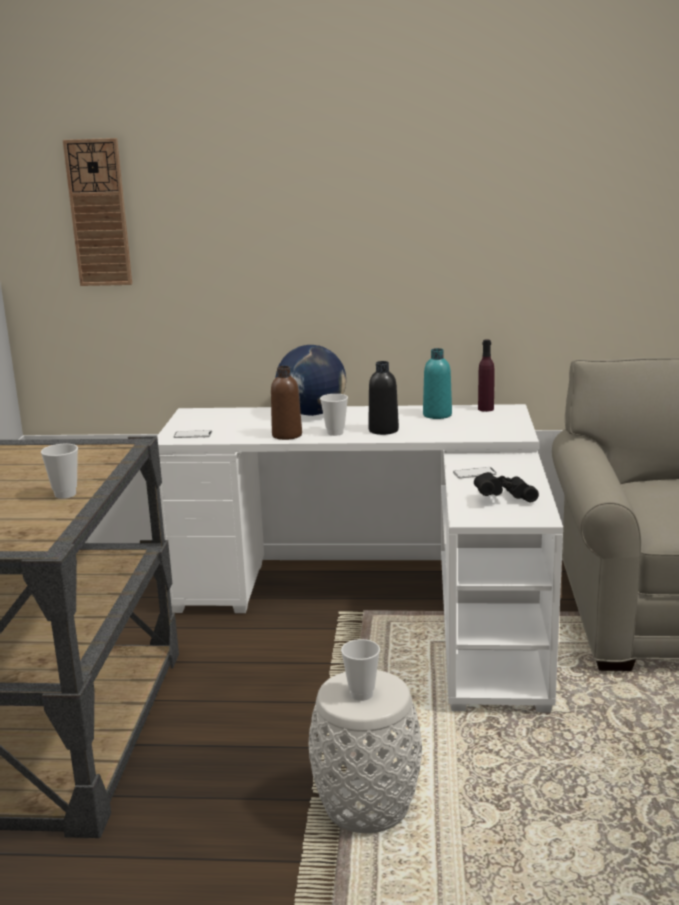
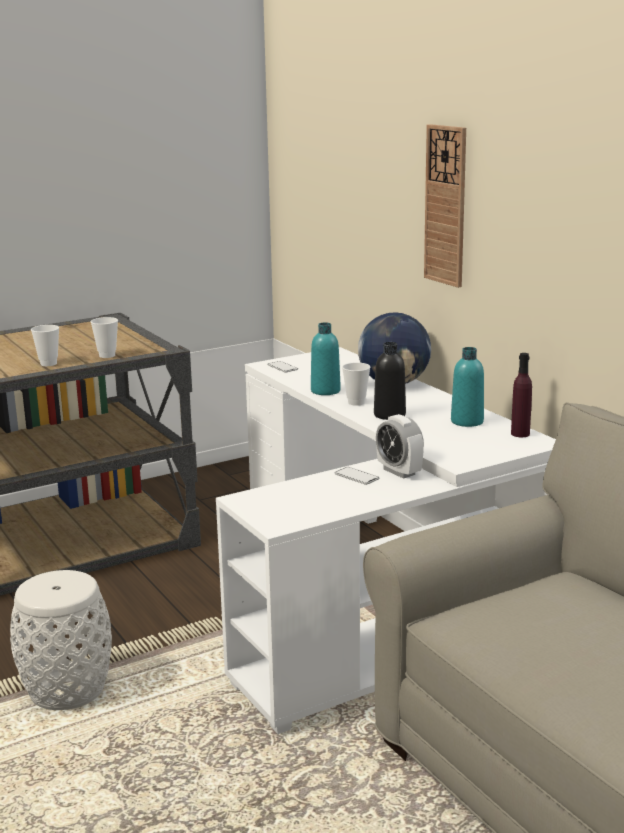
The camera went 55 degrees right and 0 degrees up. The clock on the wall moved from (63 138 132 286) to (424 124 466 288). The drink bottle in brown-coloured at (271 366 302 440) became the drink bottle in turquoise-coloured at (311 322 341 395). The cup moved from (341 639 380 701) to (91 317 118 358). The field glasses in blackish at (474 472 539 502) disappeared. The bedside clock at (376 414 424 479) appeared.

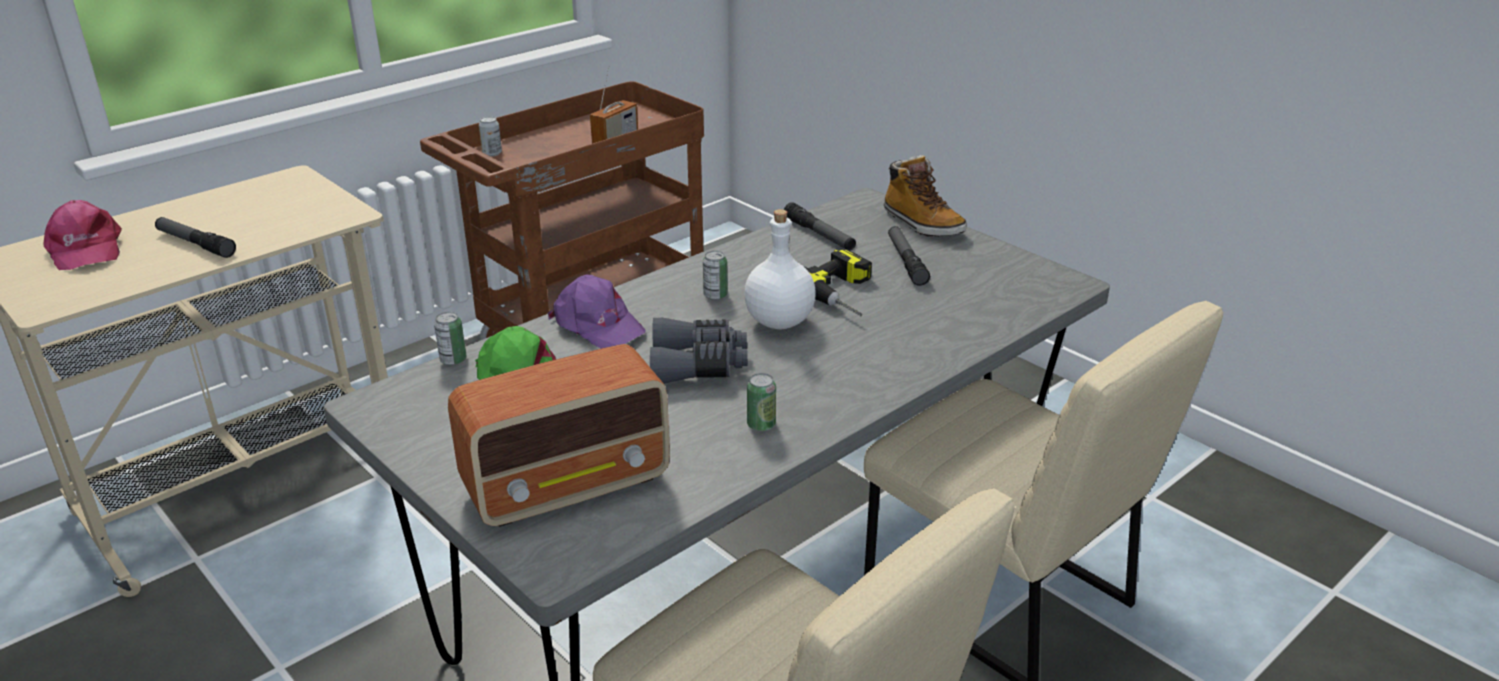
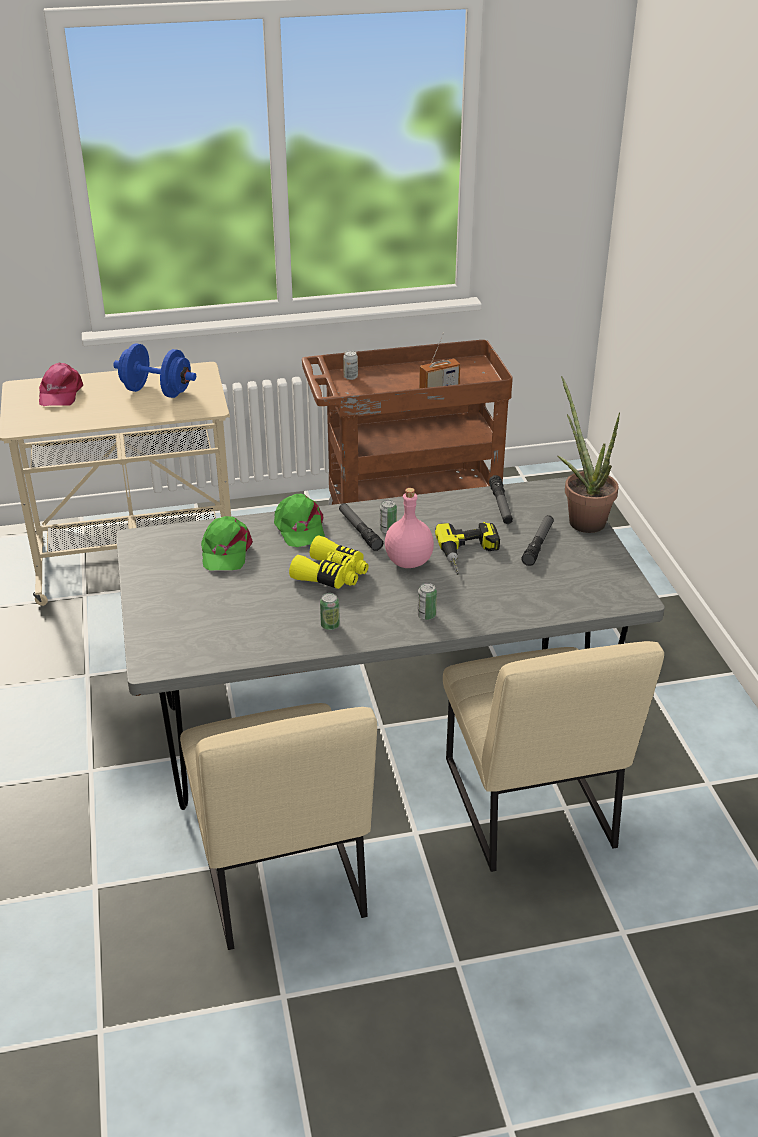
The camera went 30 degrees right and 5 degrees up. The flashlight moved from (155 217 236 258) to (339 503 383 551). The metal can moved from (434 312 467 366) to (417 583 437 620). The radio at (448 344 670 527) disappeared. The baseball cap in purple-coloured at (548 274 646 349) became the baseball cap in green at (274 494 325 547). The field glasses in greyish at (650 318 748 384) became the field glasses in yellow-coloured at (289 535 369 589). The drink bottle in whitish at (744 209 816 330) became the drink bottle in pink at (385 488 434 568). The boot at (884 155 967 237) was replaced by the houseplant at (558 376 620 533). The hand weight in blue-coloured at (113 343 196 398) appeared.

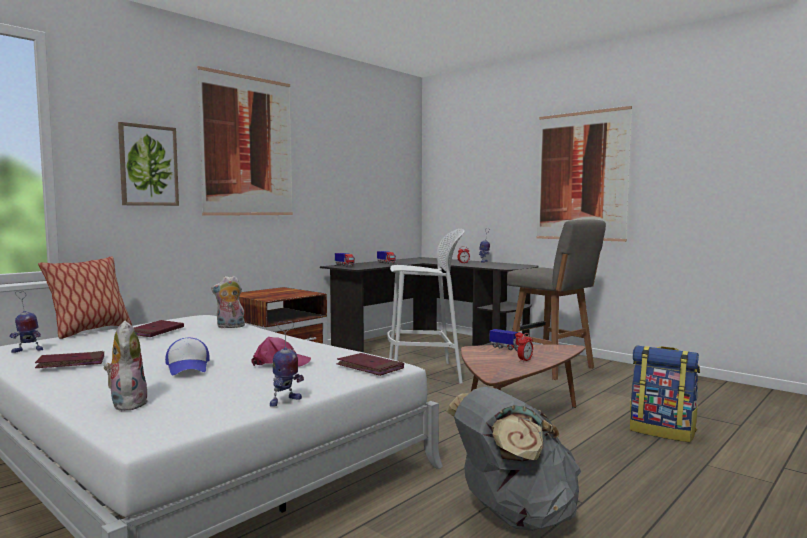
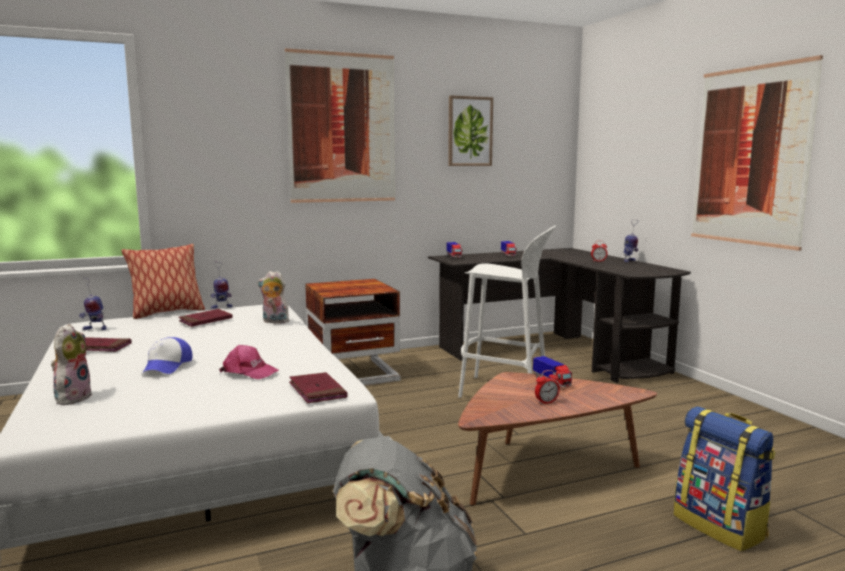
The camera went 25 degrees right and 5 degrees up. The picture moved from (118 122 179 206) to (448 95 493 166). The toy robot moved from (270 321 304 407) to (211 262 233 309). The sitting stool in greyish at (507 219 606 380) disappeared.

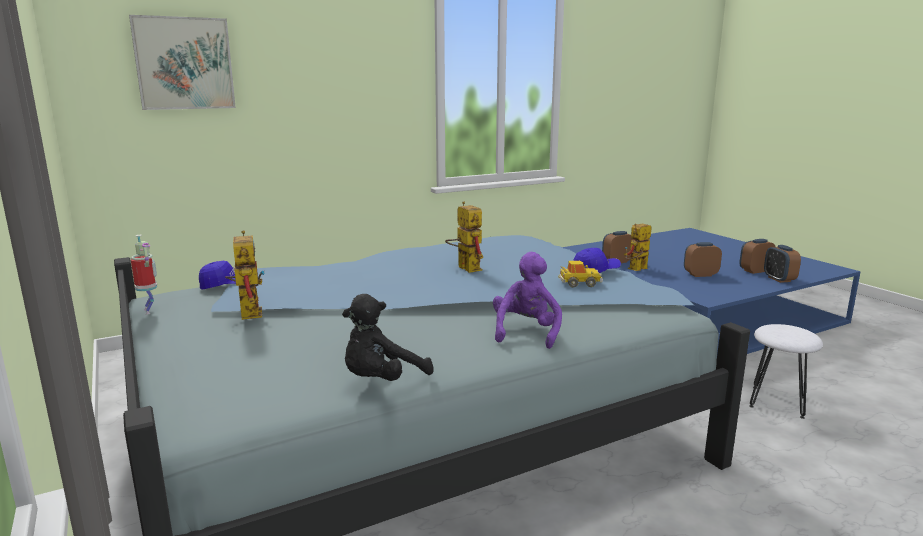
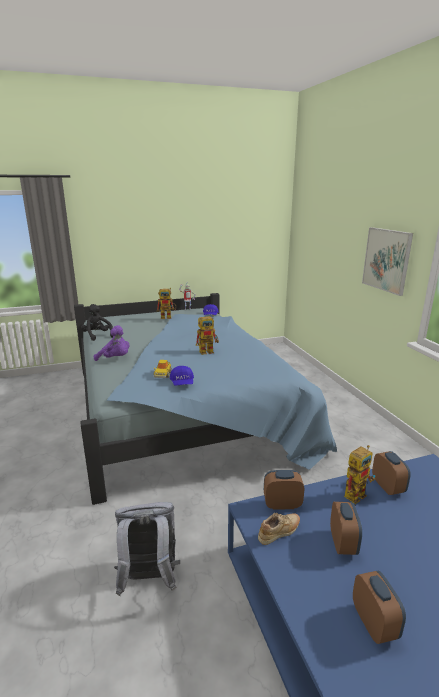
The camera went 100 degrees right and 5 degrees up. The picture moved from (129 15 236 110) to (362 227 413 296). The toy robot at (624 223 652 271) turned 75 degrees clockwise. The sitting stool in whitish at (749 324 823 419) was replaced by the rucksack in greyish at (114 502 180 596). The bedside clock moved from (764 245 801 283) to (264 470 304 510). The low shoe in beige at (258 513 300 545) appeared.

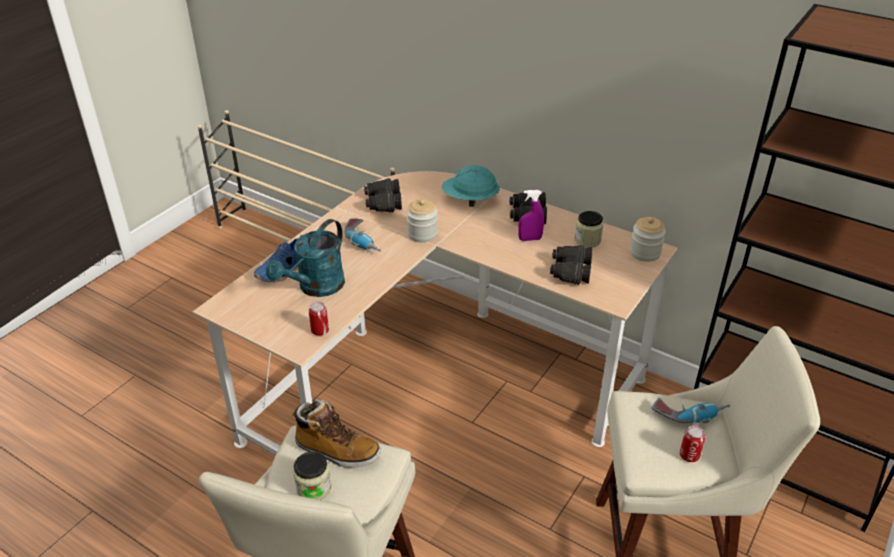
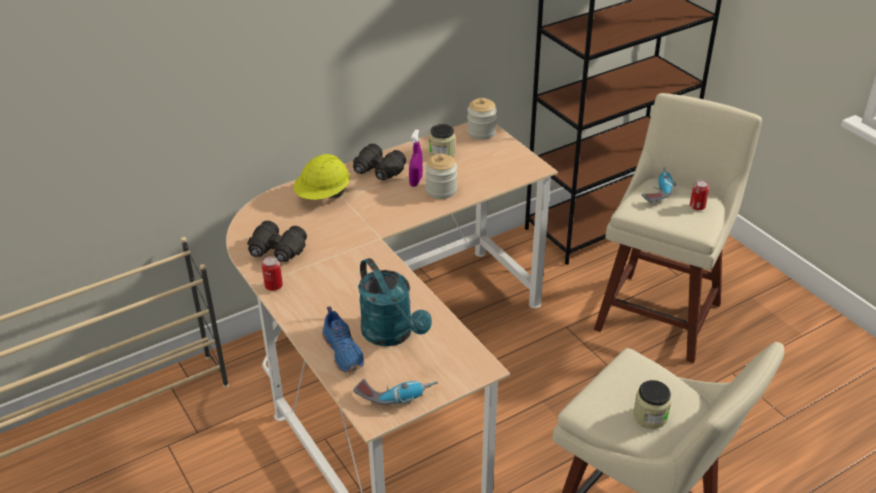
The camera went 65 degrees left and 0 degrees up. The boot at (292 399 381 468) disappeared. The metal can moved from (309 302 329 336) to (262 256 283 291). The power drill moved from (344 219 381 252) to (353 379 438 405). The storage jar moved from (407 199 438 243) to (425 154 457 199). The work helmet in turquoise-coloured at (442 165 500 207) became the work helmet in yellow-coloured at (294 154 350 200). The field glasses in blackish at (550 245 592 285) disappeared.

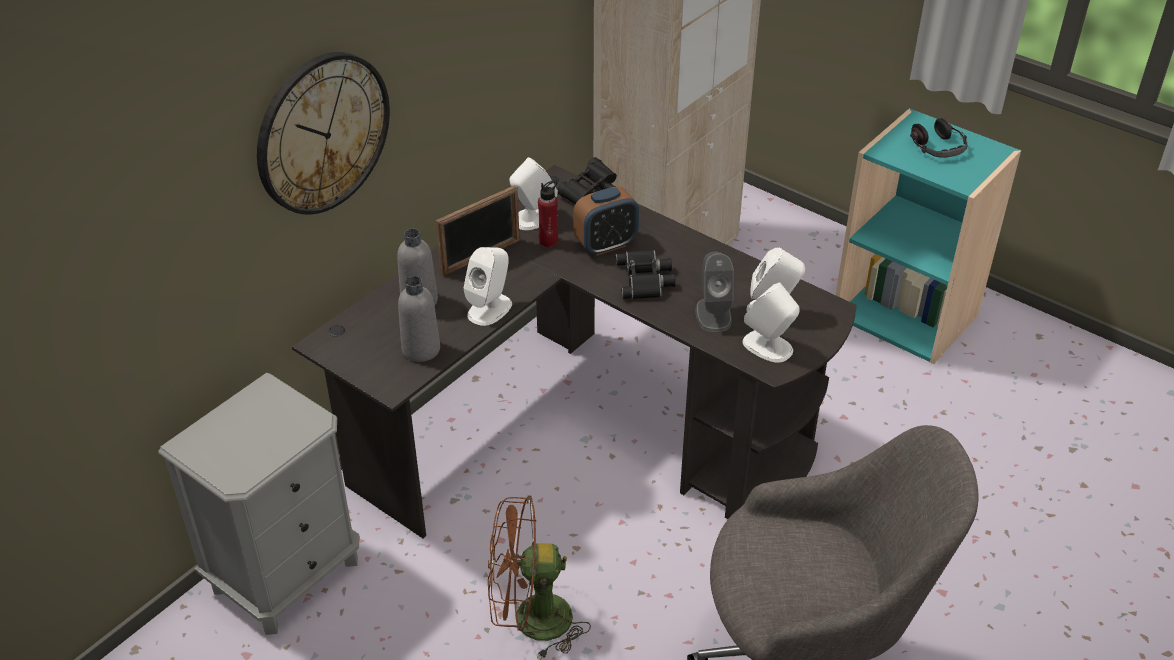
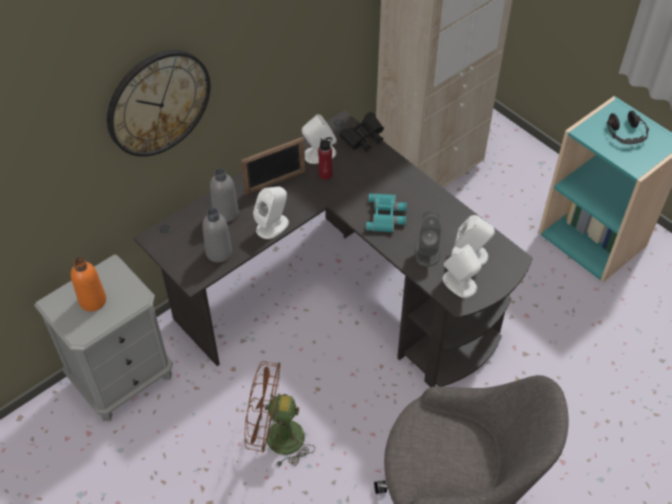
The camera went 10 degrees right and 10 degrees up. The bedside clock at (573 186 639 256) disappeared. The field glasses in blackish at (616 250 676 299) became the field glasses in turquoise-coloured at (366 193 407 233). The drink bottle in orange-coloured at (71 257 106 311) appeared.

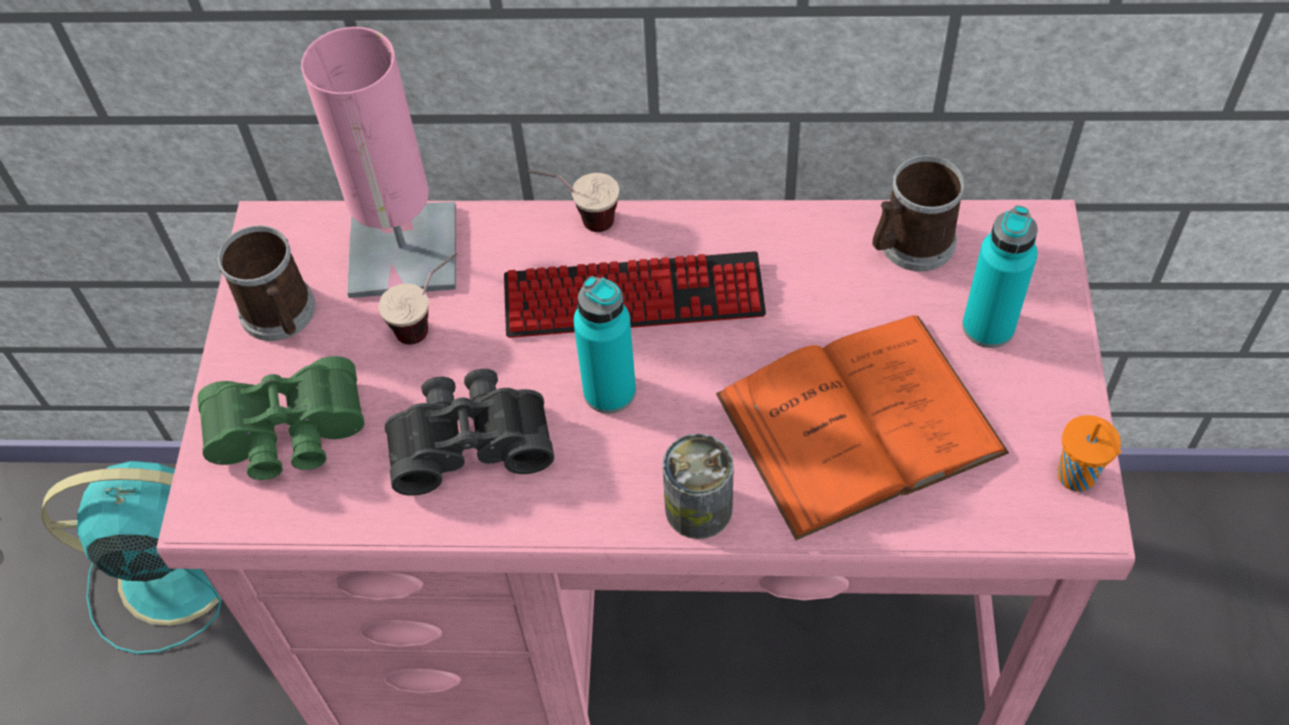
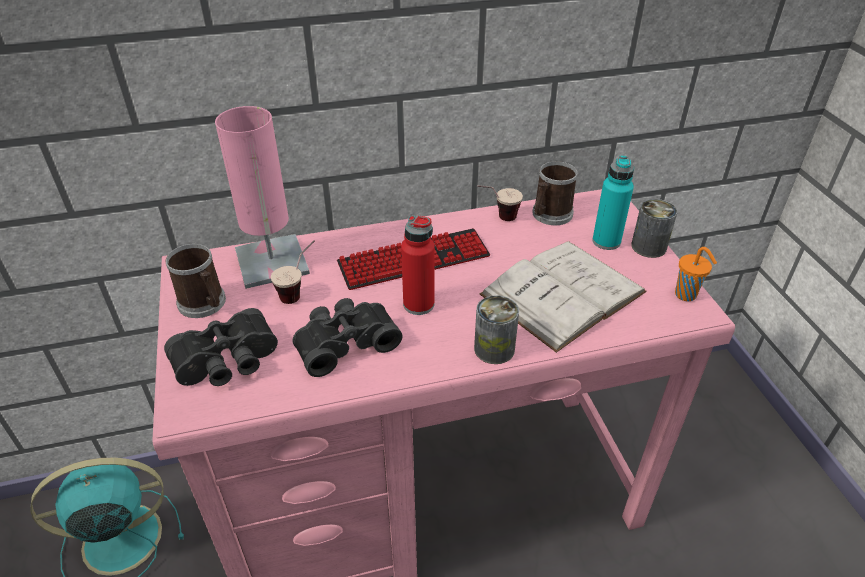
The camera went 20 degrees left and 15 degrees down. The field glasses in green at (198 356 365 480) became the field glasses in blackish at (164 308 278 386). The cup moved from (529 170 619 232) to (477 185 523 221). The drink bottle in turquoise-coloured at (573 276 636 414) became the drink bottle in red at (401 215 435 315). The volume in orange-coloured at (716 315 1009 540) became the volume in whitish at (480 241 647 353). The metal can at (631 199 677 258) appeared.

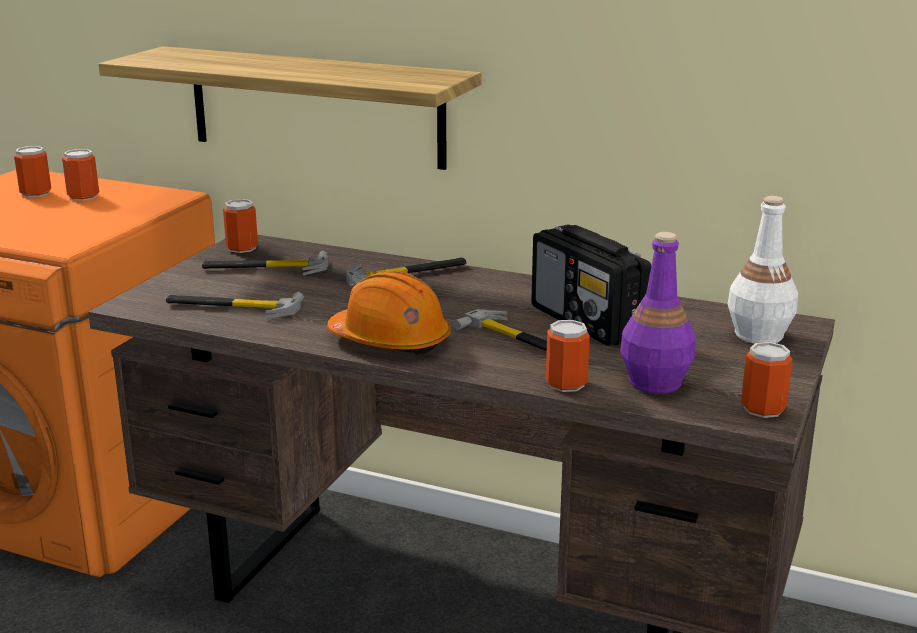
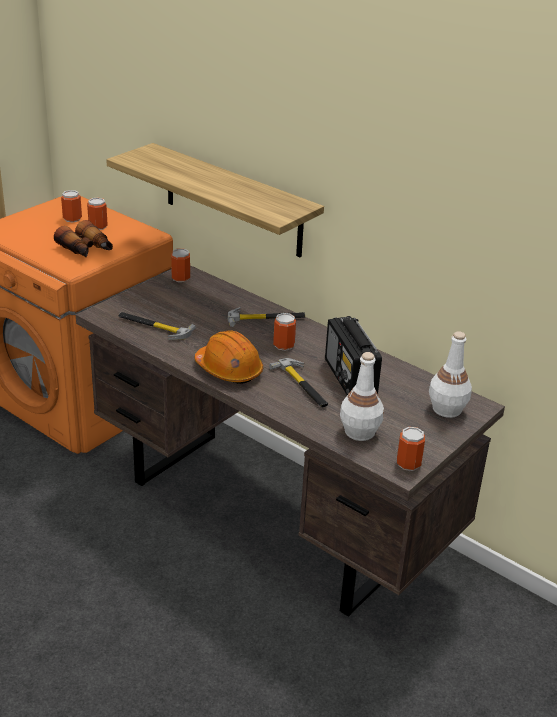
The camera went 15 degrees right and 10 degrees up. The hammer at (202 251 328 275) disappeared. The metal can moved from (546 320 590 392) to (273 313 296 351). The drink bottle in purple-coloured at (620 232 696 394) became the drink bottle in whitish at (340 352 384 441). The field glasses at (54 220 113 257) appeared.

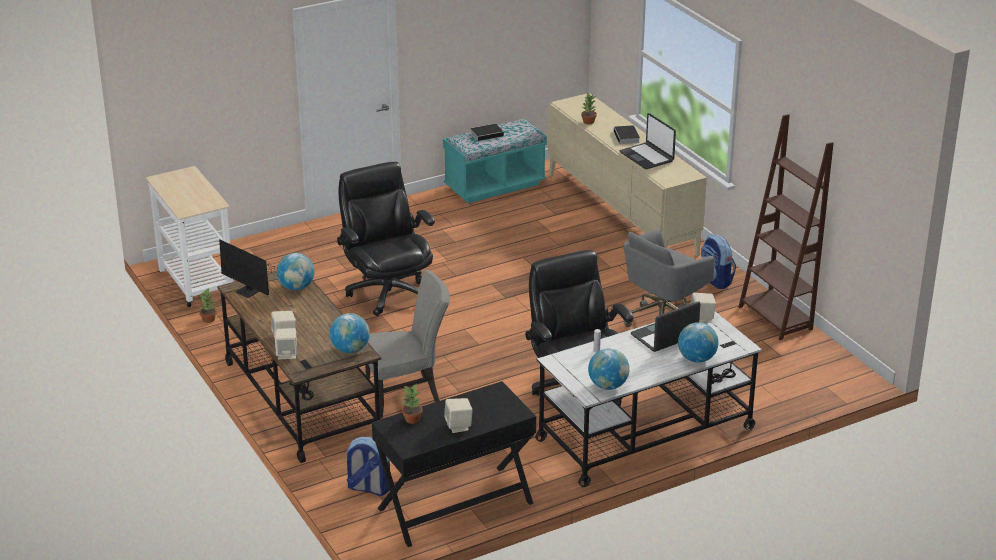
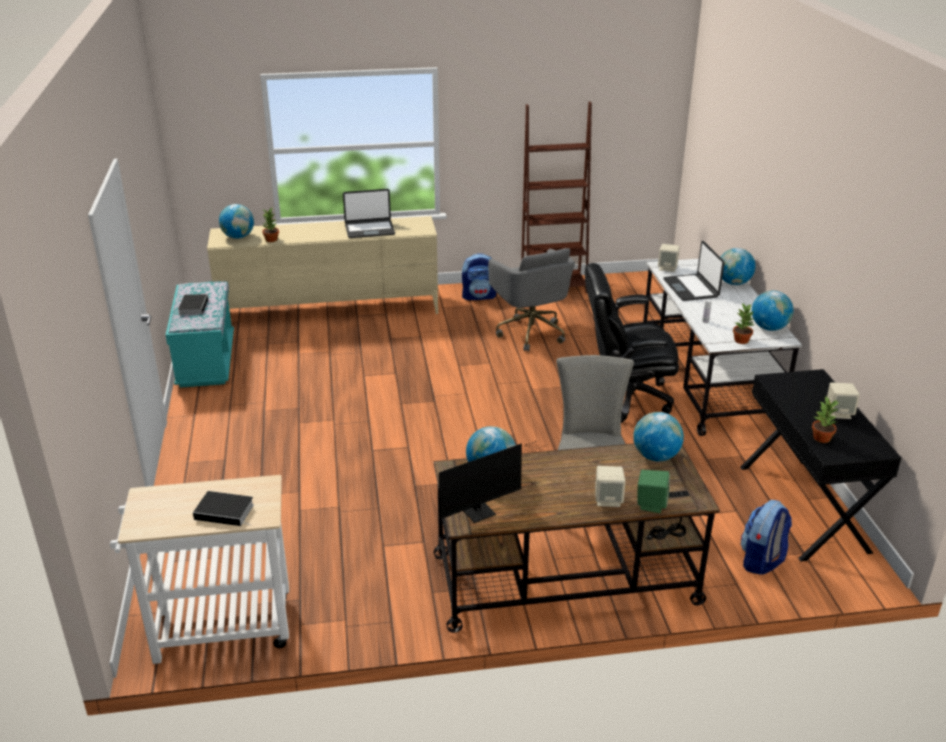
The camera went 70 degrees left and 0 degrees up. The houseplant moved from (199 288 217 323) to (733 303 754 344). The loudspeaker in beige at (275 328 297 359) became the loudspeaker in green at (638 470 670 513). The office chair in blackish at (337 162 435 316) disappeared. The volume moved from (614 125 640 146) to (193 491 254 526). The desk globe at (219 204 254 239) appeared.

